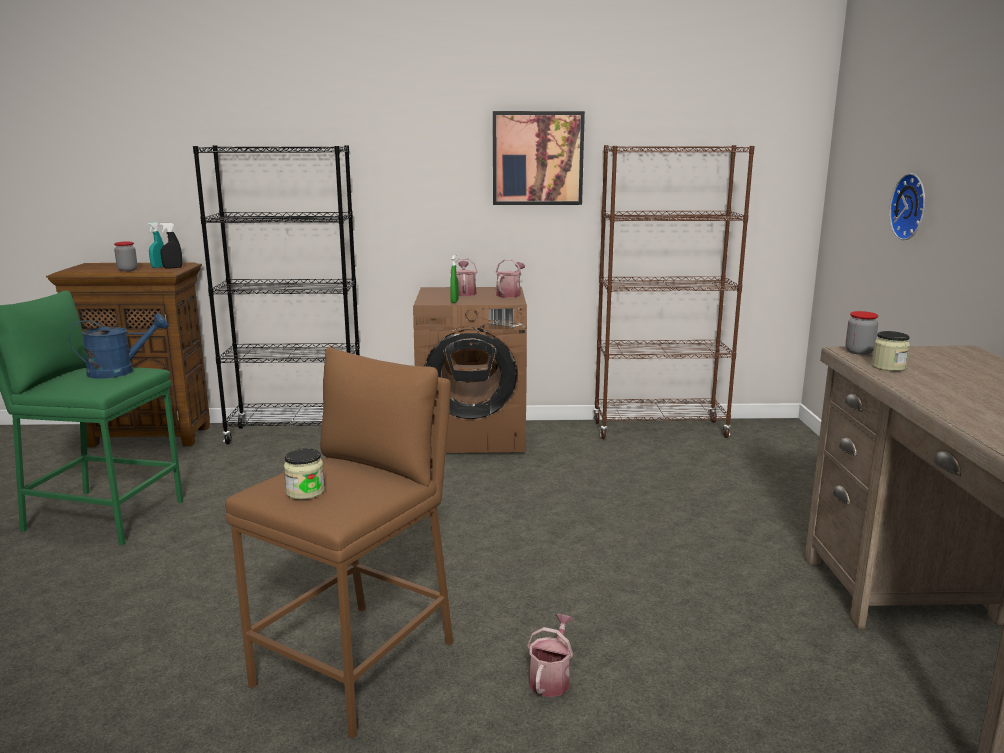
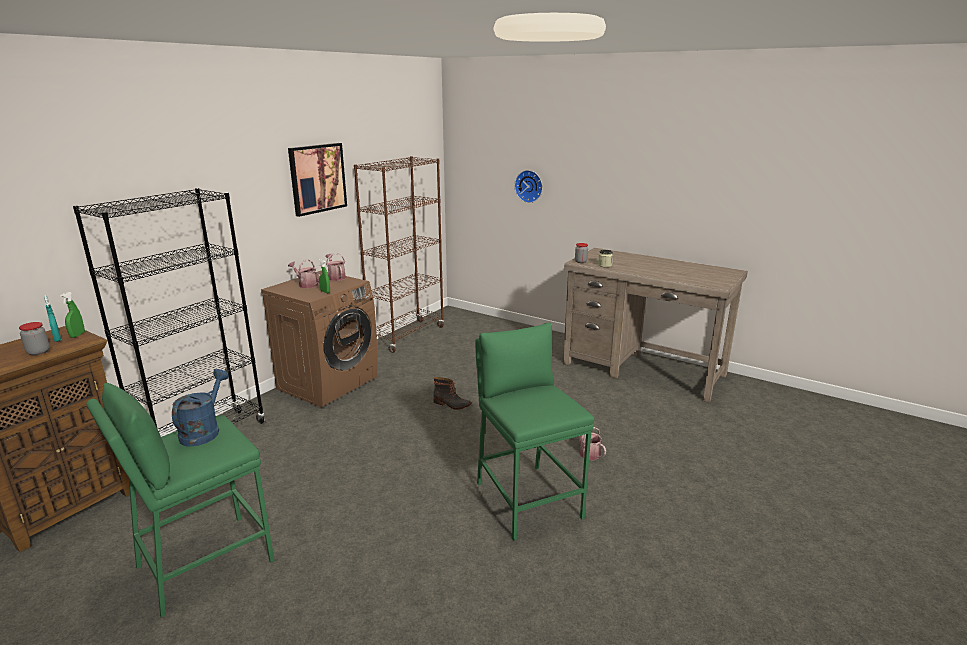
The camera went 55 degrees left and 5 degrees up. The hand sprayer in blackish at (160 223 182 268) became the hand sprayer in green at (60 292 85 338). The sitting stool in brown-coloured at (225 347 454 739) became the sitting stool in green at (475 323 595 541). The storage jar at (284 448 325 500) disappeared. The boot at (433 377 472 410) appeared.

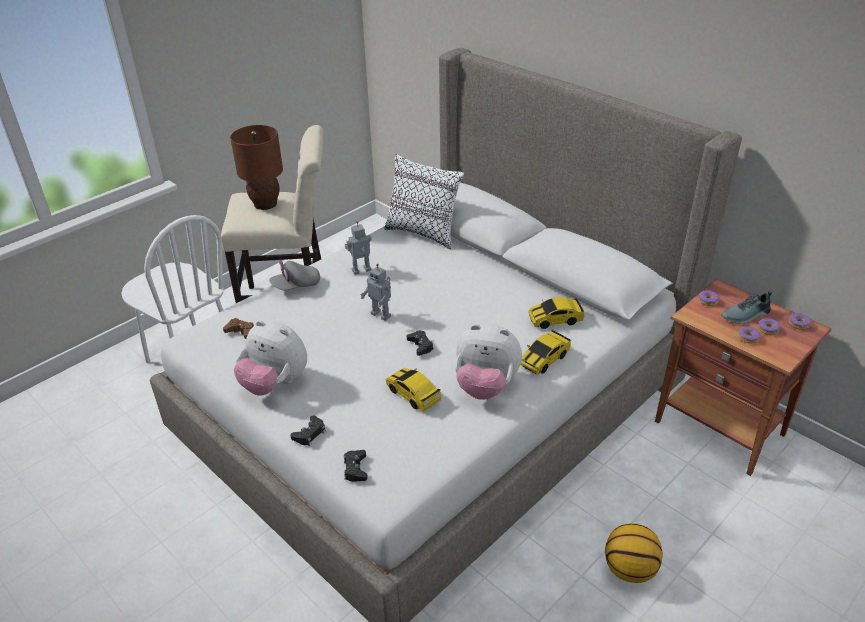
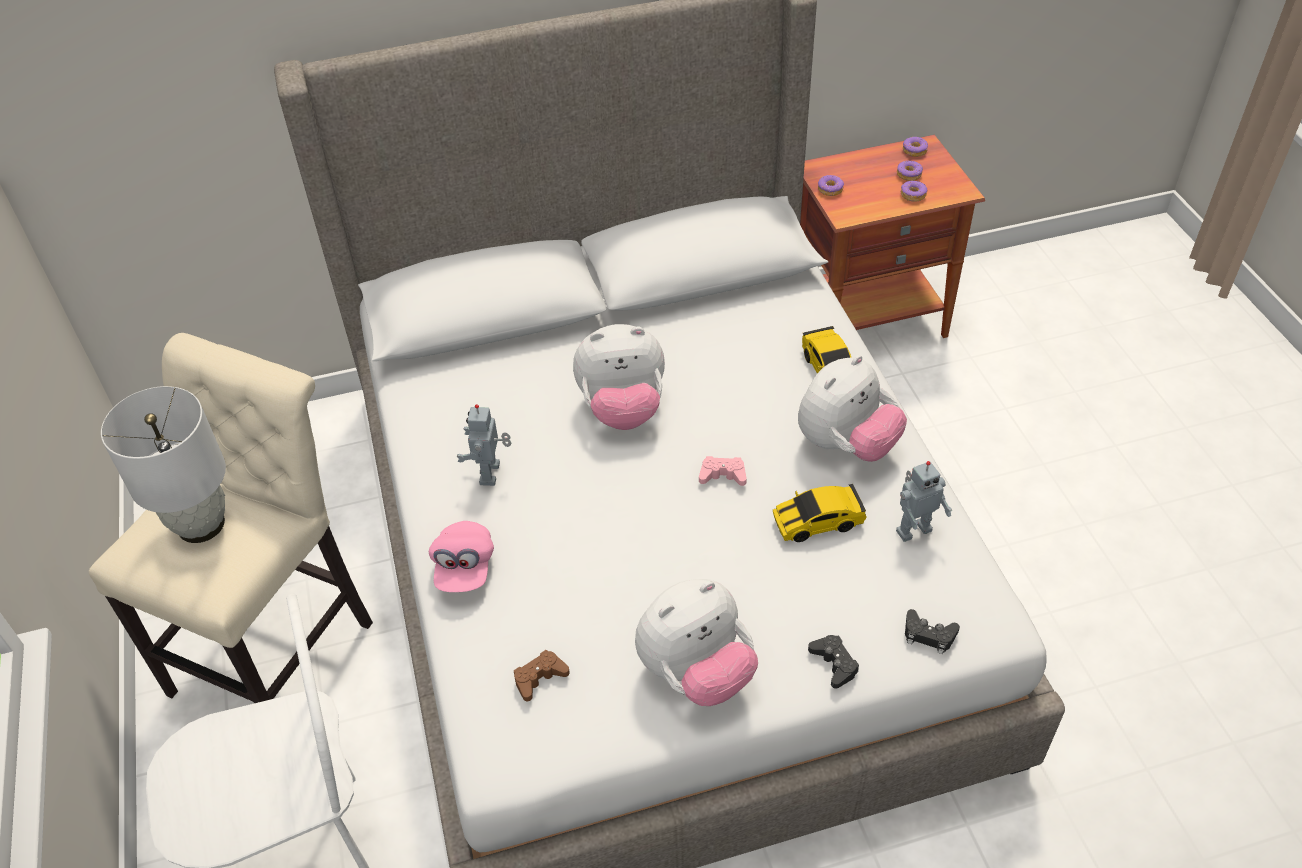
The camera went 60 degrees left and 10 degrees up. The tabletop lamp in brown-coloured at (230 125 283 210) became the tabletop lamp in whitish at (101 386 226 543). The baseball cap in greyish at (269 260 320 291) became the baseball cap in pink at (429 521 494 592). The toy robot moved from (360 264 391 321) to (896 461 952 542). The cushion in whitish at (384 154 464 249) disappeared. The game controller in blackish at (407 331 434 356) became the game controller in pink at (699 456 747 486). The model car at (528 297 584 329) disappeared. The basketball at (605 523 663 583) disappeared. The low shoe at (722 291 771 324) disappeared. The soft toy at (573 324 665 430) appeared.

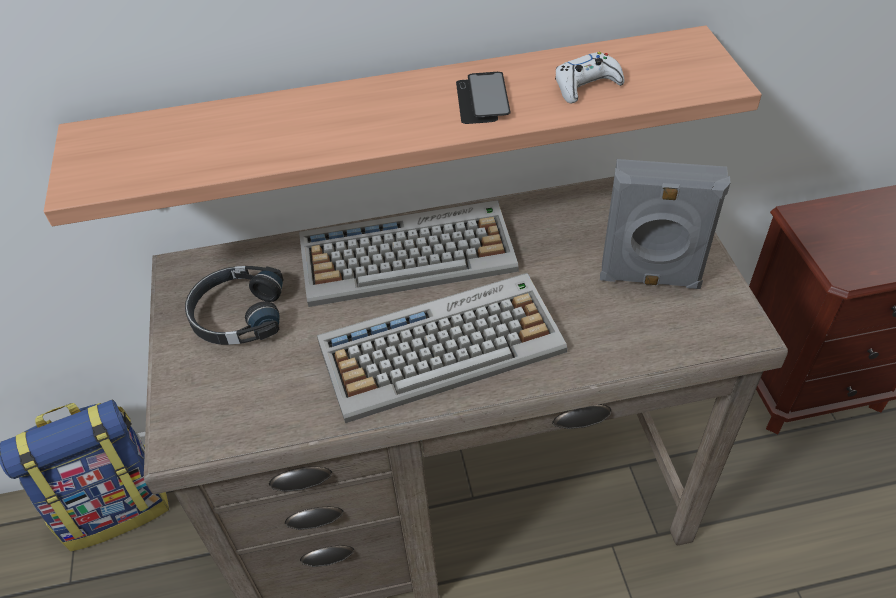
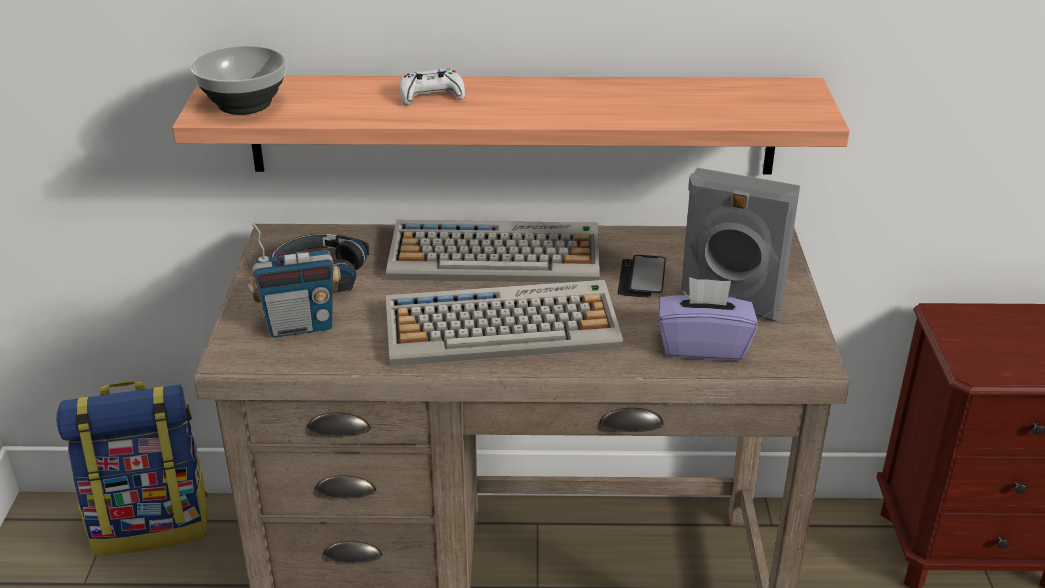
The camera went 10 degrees right and 15 degrees down. The telephone moved from (456 72 511 124) to (617 255 666 297). The game controller in whitish moved from (555 52 625 103) to (399 69 465 106). The bowl at (191 46 287 115) appeared. The radio at (247 222 341 338) appeared. The tissue box in purple-coloured at (659 277 758 361) appeared.

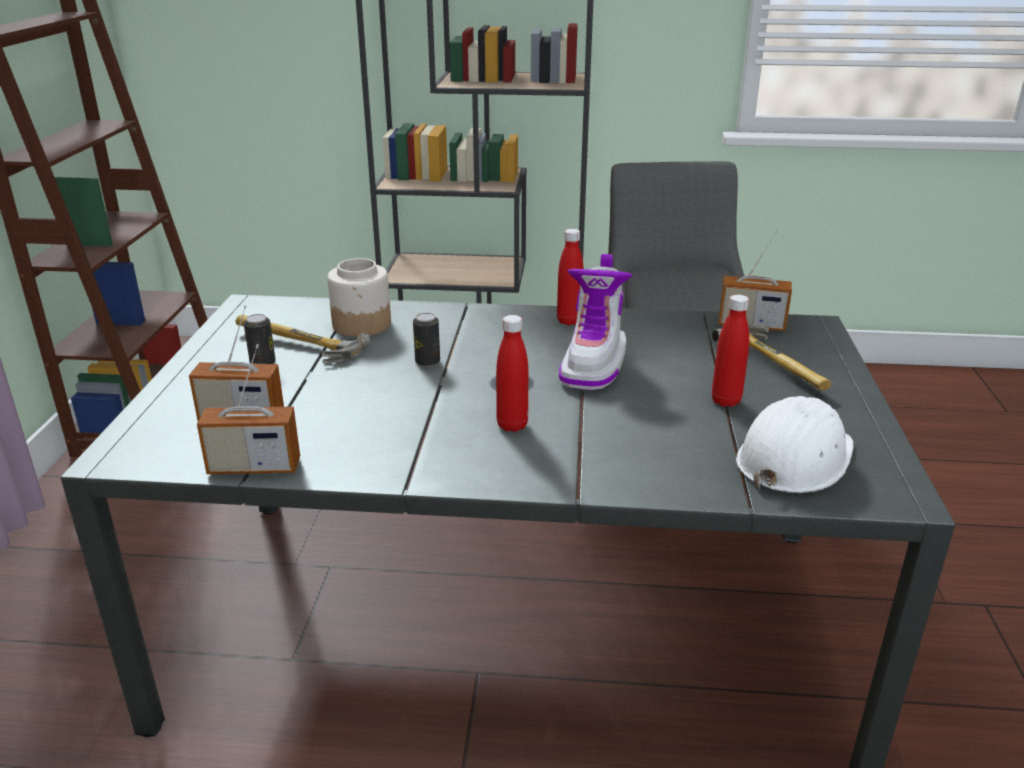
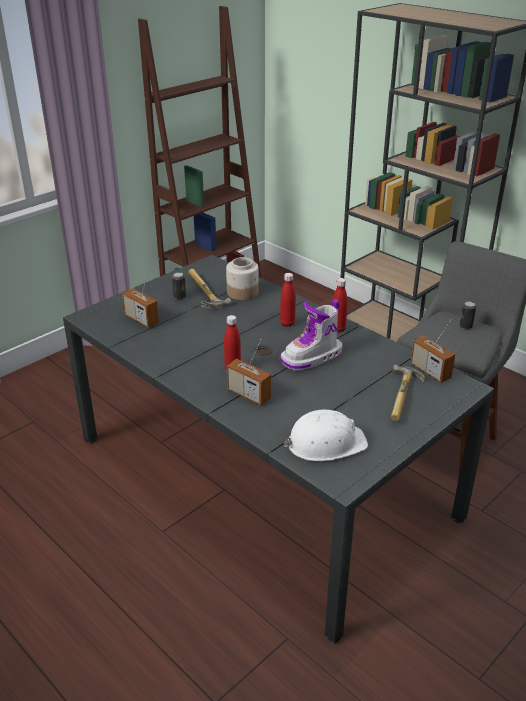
The camera went 40 degrees right and 5 degrees up. The radio moved from (197 344 300 474) to (227 339 271 405). The metal can moved from (413 313 440 367) to (459 301 477 329). The drink bottle in red moved from (712 295 749 407) to (280 273 296 327).

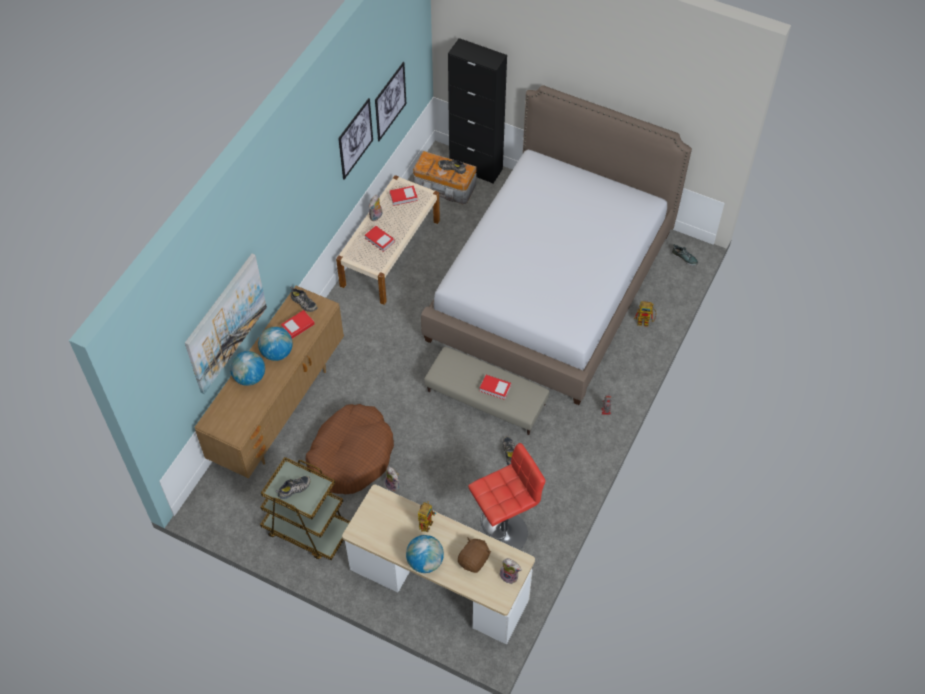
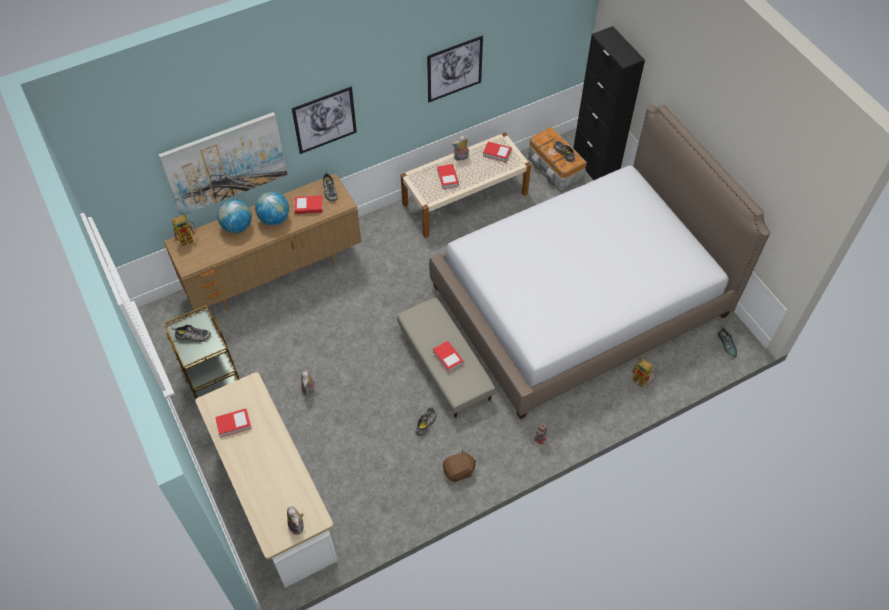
The camera went 35 degrees right and 0 degrees up. The dog cushion in brown-coloured at (305 404 394 494) disappeared. The picture moved from (375 62 406 141) to (292 86 357 154). The desk globe at (406 535 444 573) disappeared. The toy robot moved from (418 501 436 533) to (172 215 196 246). The soft toy in brown-coloured moved from (458 537 491 573) to (443 449 476 482). The sitting stool in red at (468 443 545 550) disappeared. The volume at (215 409 252 438) appeared.

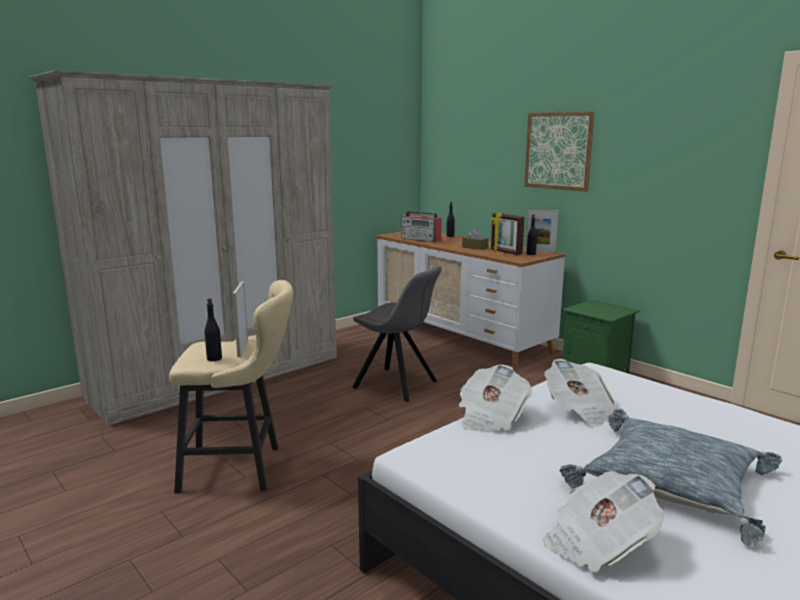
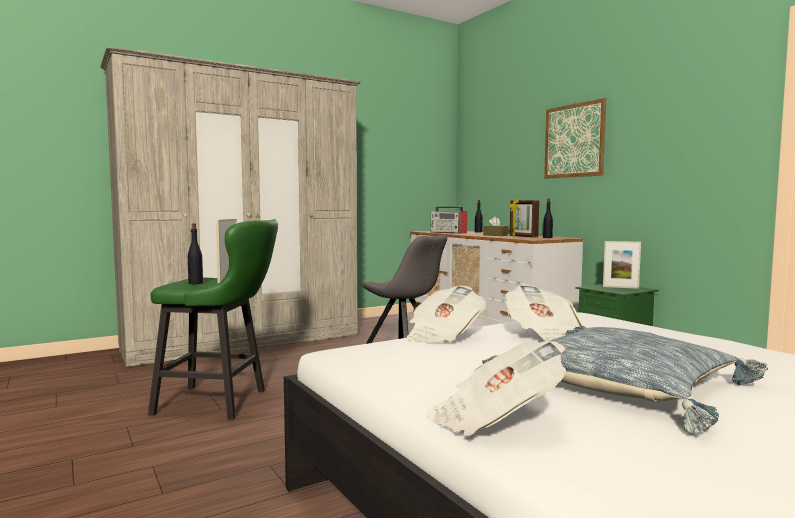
The camera went 10 degrees right and 10 degrees down. The sitting stool in beige at (169 280 293 494) became the sitting stool in green at (148 219 278 420). The picture frame moved from (525 210 559 253) to (603 241 641 289).

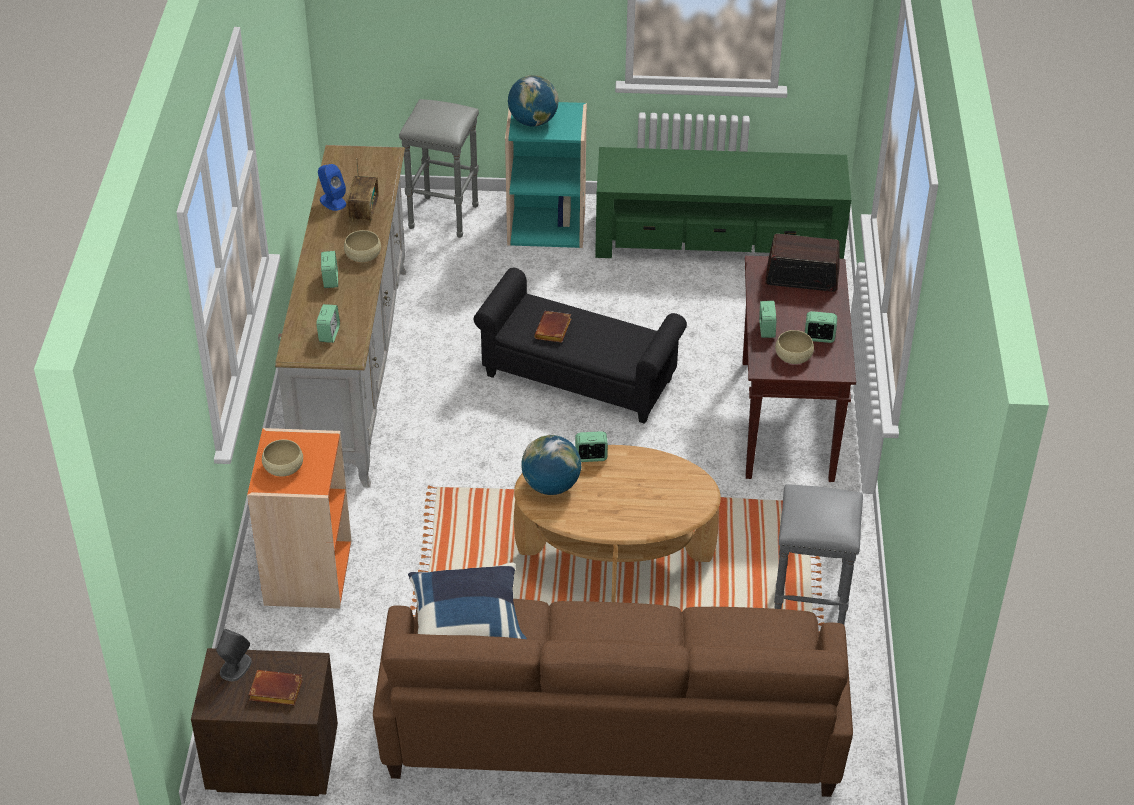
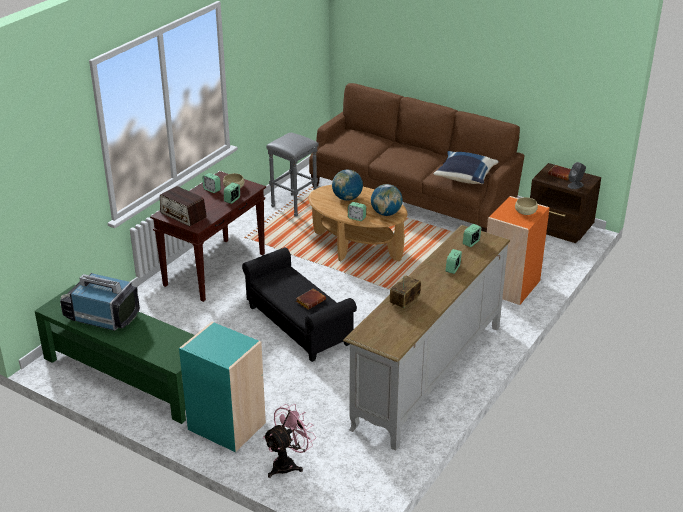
The camera went 150 degrees left and 10 degrees down. The loudspeaker in blue-coloured at (318 164 346 211) disappeared. The bowl in beige at (344 230 381 262) disappeared. The sitting stool in greyish at (399 99 479 238) was replaced by the cooling fan in pink at (263 404 316 478). The desk globe moved from (508 75 559 127) to (332 169 363 201). The TV at (60 273 140 331) appeared.

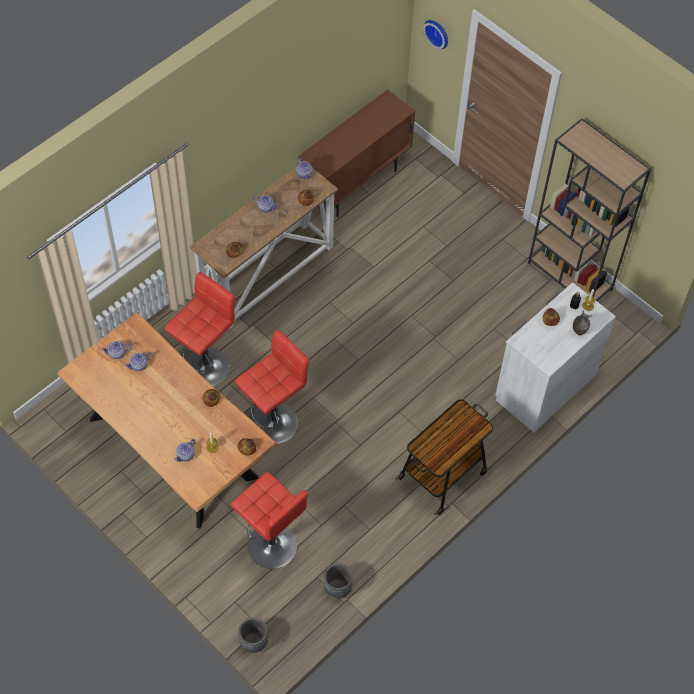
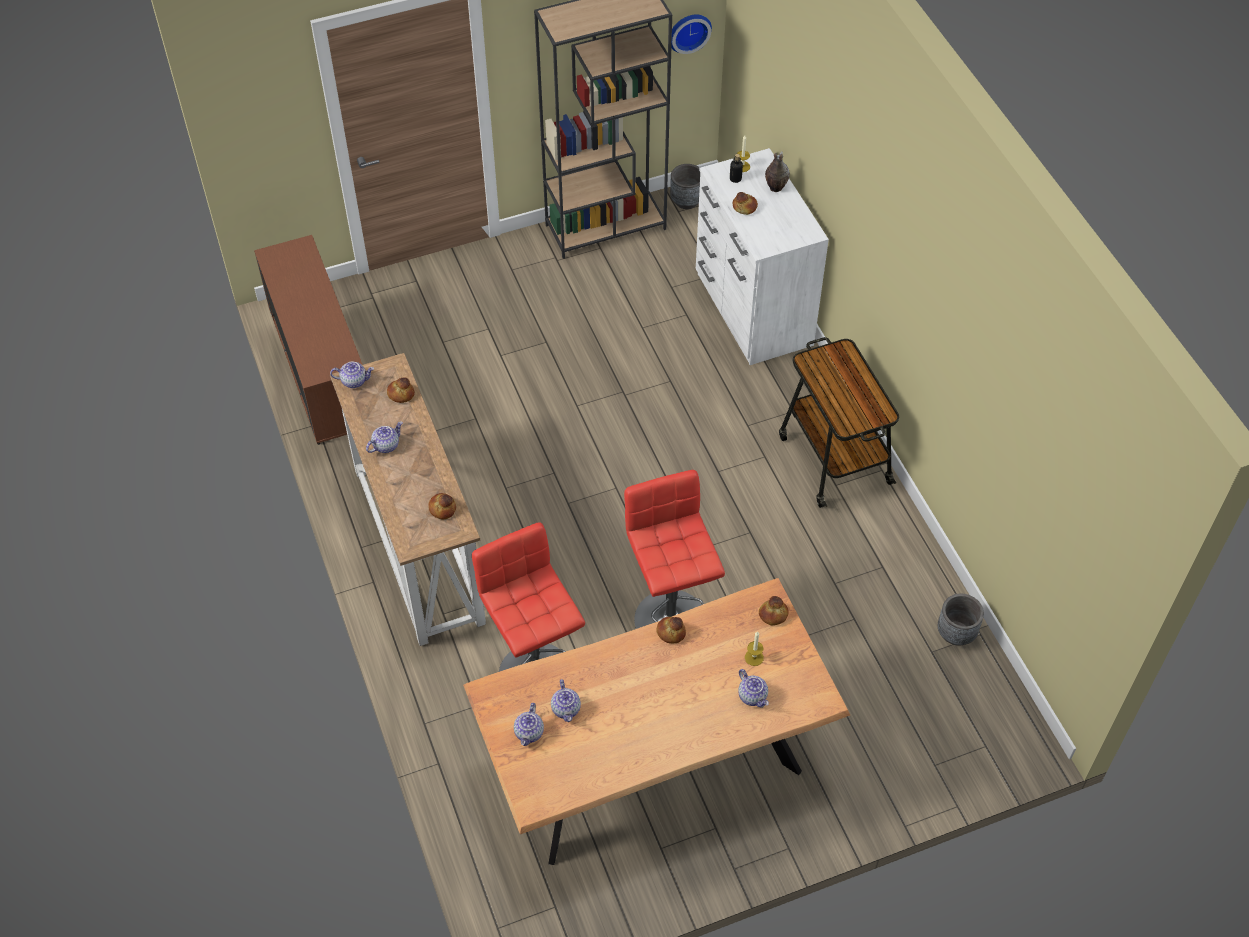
The camera went 65 degrees left and 5 degrees down. The sitting stool in red at (230 472 309 569) disappeared. The plant pot in greyish moved from (238 617 268 653) to (670 164 700 209). The clock on the wall moved from (423 20 448 49) to (671 14 712 54).

